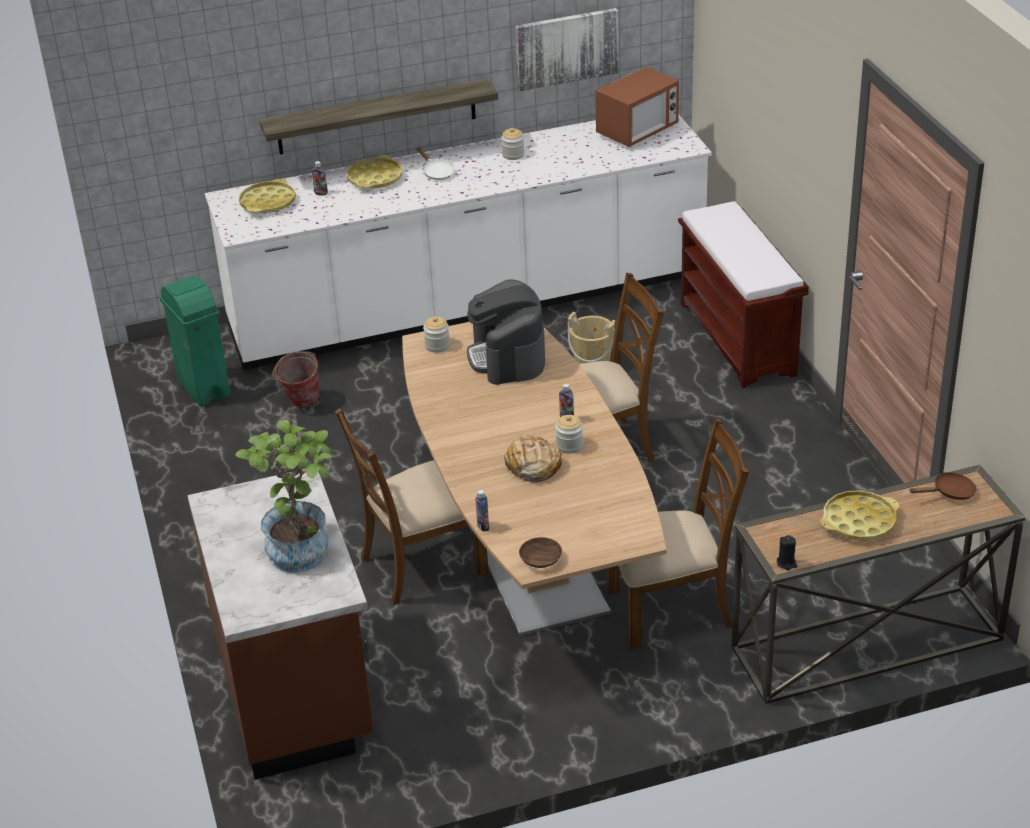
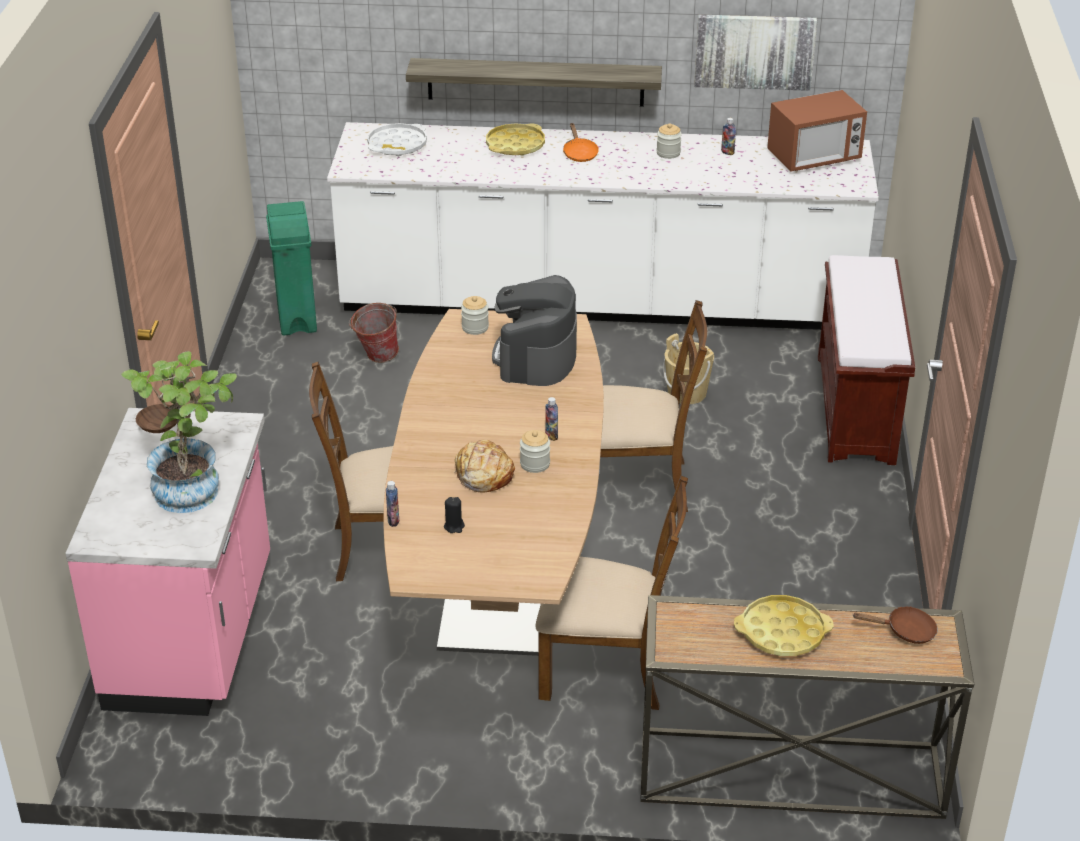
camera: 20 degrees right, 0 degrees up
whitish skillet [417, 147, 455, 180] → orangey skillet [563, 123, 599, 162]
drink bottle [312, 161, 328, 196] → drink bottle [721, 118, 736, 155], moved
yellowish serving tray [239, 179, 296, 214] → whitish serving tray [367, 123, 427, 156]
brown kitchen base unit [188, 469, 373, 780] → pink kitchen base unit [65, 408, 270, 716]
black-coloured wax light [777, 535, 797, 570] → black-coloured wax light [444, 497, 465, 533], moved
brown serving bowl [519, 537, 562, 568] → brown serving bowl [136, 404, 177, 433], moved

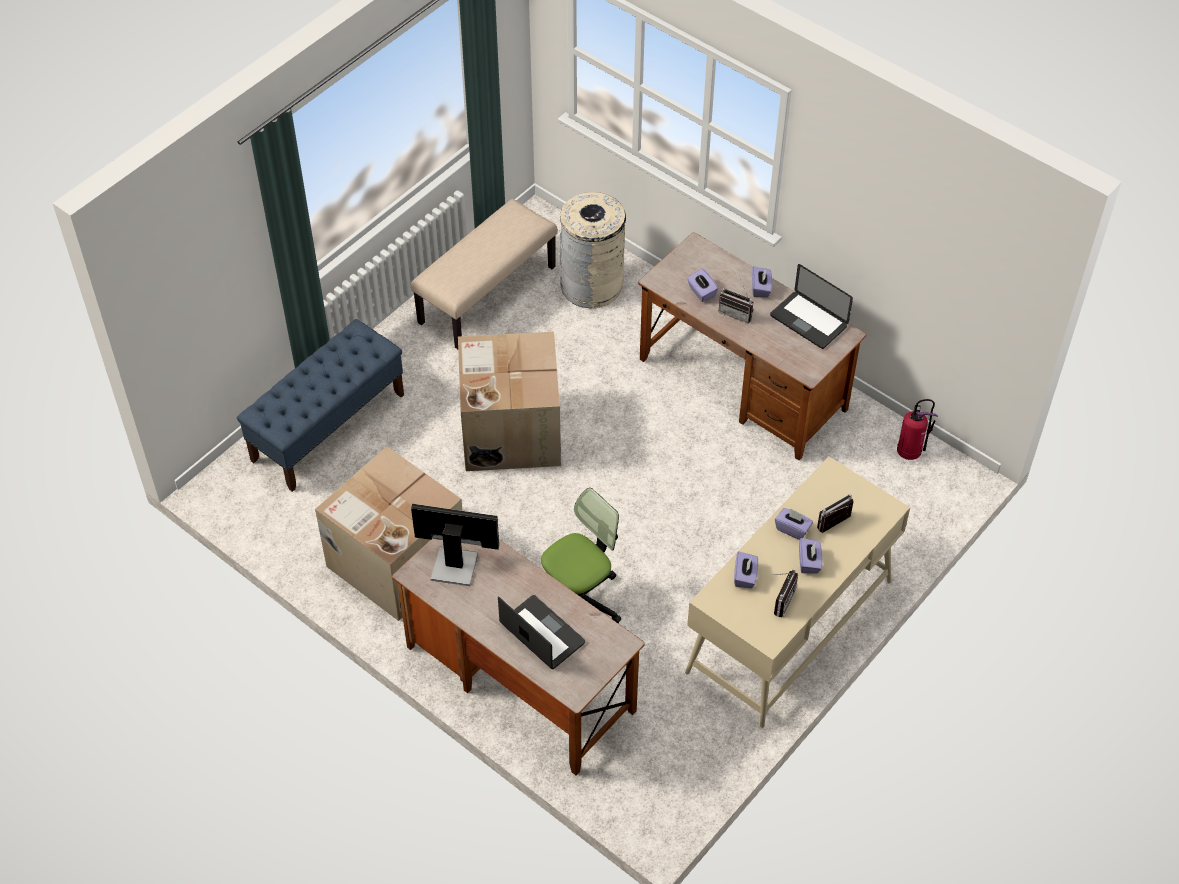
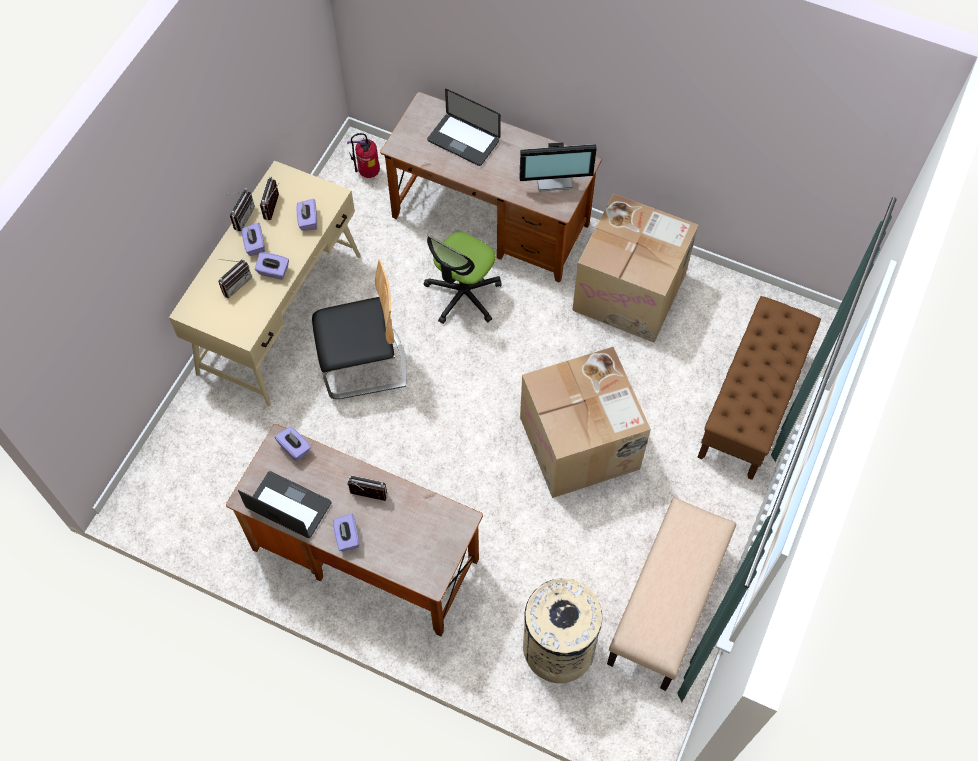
camera: 165 degrees right, 10 degrees up
purple box of tissues [687, 269, 718, 302] → purple box of tissues [275, 427, 311, 462], moved
bluish long seat [237, 319, 404, 492] → brown long seat [697, 296, 821, 480]
extinguisher [897, 399, 938, 460] → extinguisher [347, 133, 380, 178], moved
- → radio receiver [229, 188, 255, 231]
- → plain chair [312, 259, 407, 399]

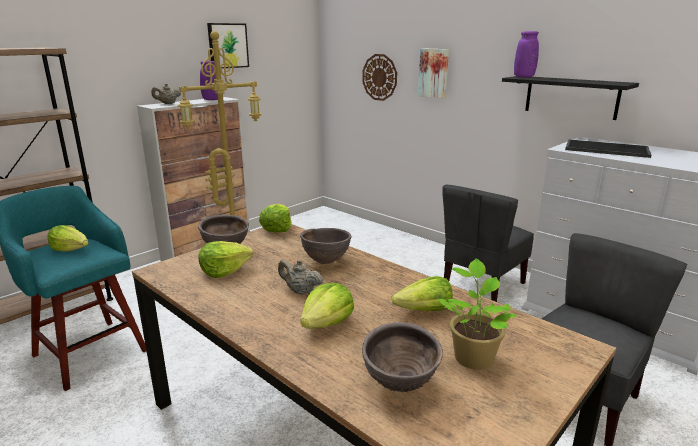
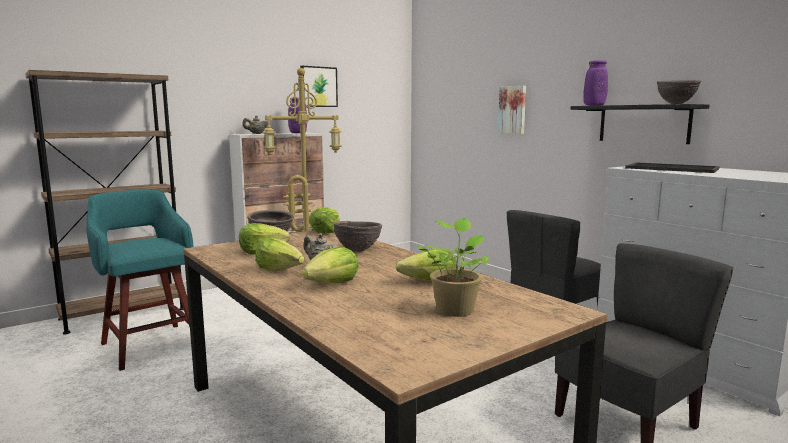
camera: 10 degrees right, 10 degrees down
clock on the wall [362, 54, 397, 101] → -
lettuce [47, 225, 88, 252] → lettuce [255, 238, 304, 271], moved
brown serving bowl [362, 322, 443, 392] → brown serving bowl [657, 80, 702, 104], moved

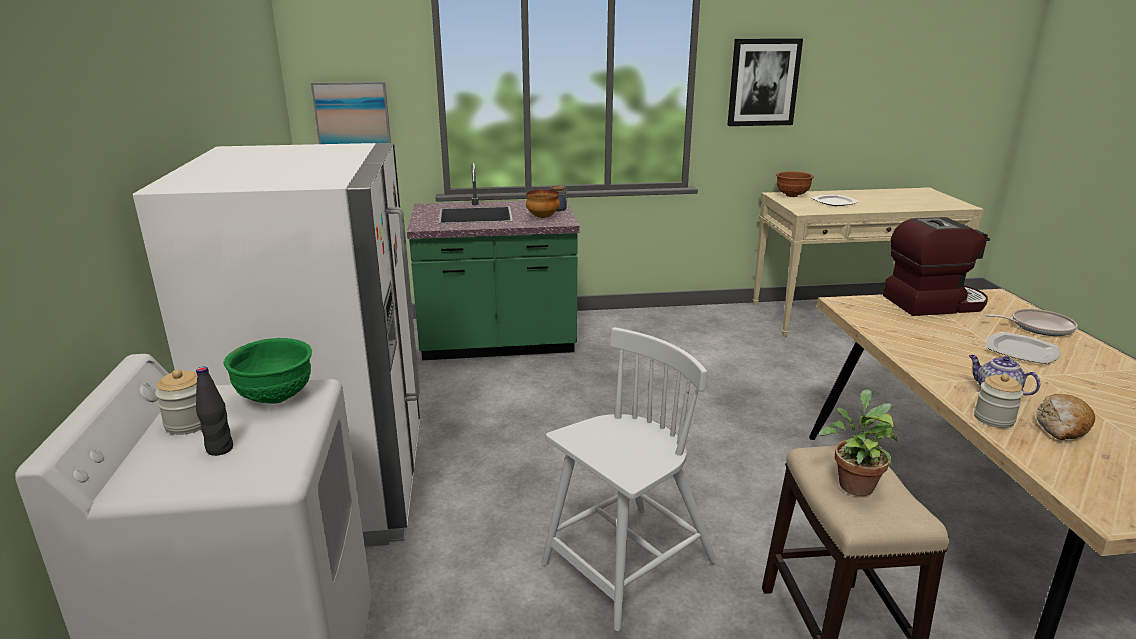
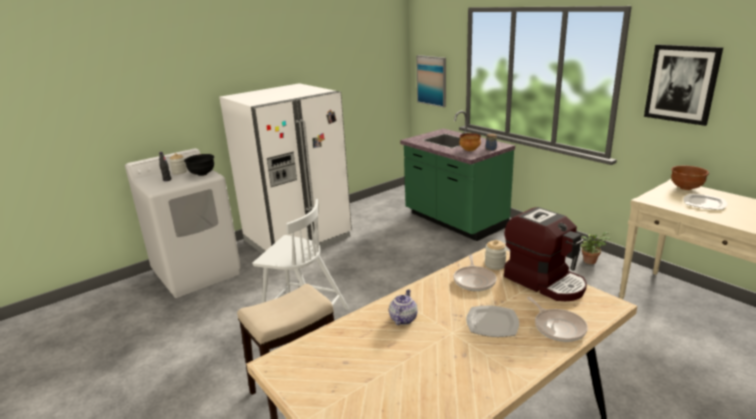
camera: 60 degrees right, 0 degrees up
green serving bowl [223, 338, 312, 404] → black-coloured serving bowl [184, 154, 214, 176]
storage jar [974, 374, 1024, 428] → storage jar [485, 240, 507, 270], moved
potted plant [819, 389, 897, 496] → potted plant [580, 232, 610, 264], moved
bakery bread [1036, 394, 1095, 440] → -
- → skillet [453, 255, 497, 291]

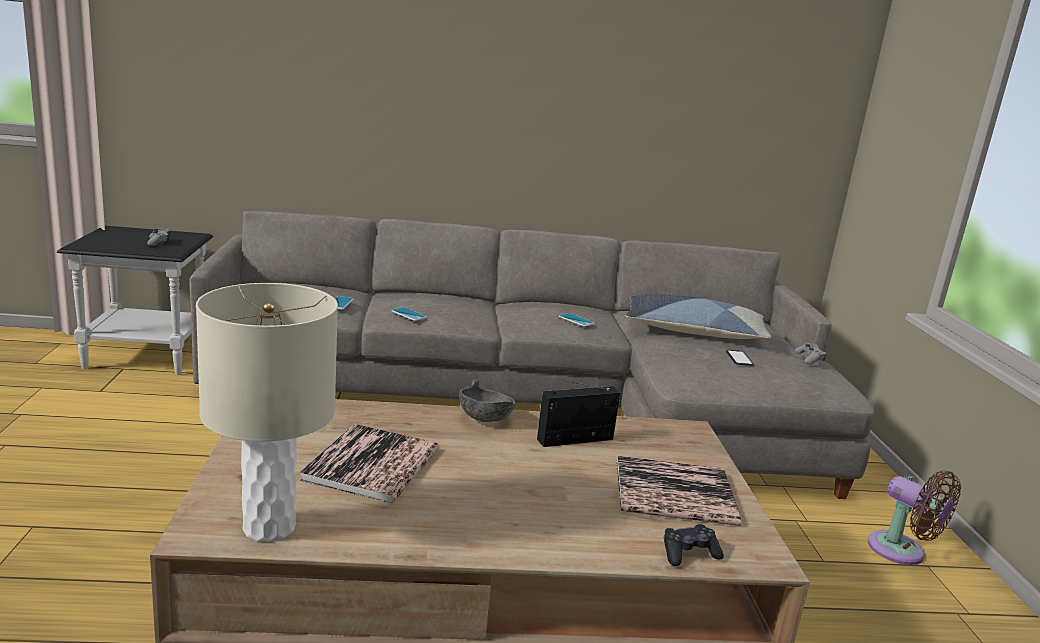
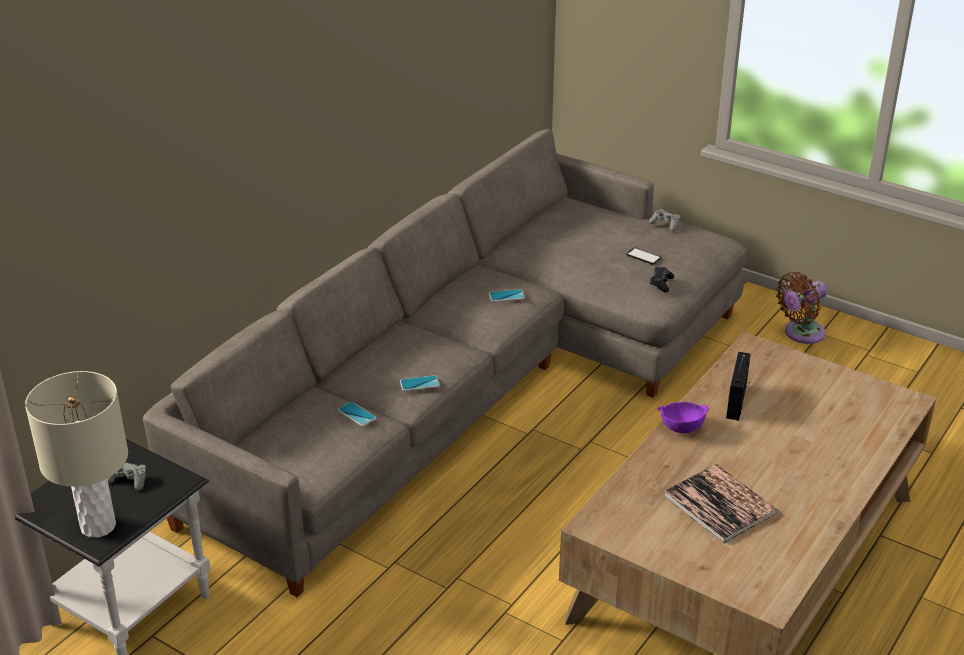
camera: 50 degrees left, 15 degrees up
sand-coloured lamp for a table [196, 283, 338, 542] → sand-coloured lamp for a table [25, 371, 128, 538], moved
throw pillow [626, 294, 772, 339] → -
gray serving bowl [459, 380, 515, 422] → purple serving bowl [657, 402, 708, 433]
bound book [616, 456, 741, 526] → -
brown electric fan [867, 470, 961, 565] → brown electric fan [776, 272, 827, 344], 150 degrees clockwise
black-coloured gamepad [664, 524, 724, 566] → black-coloured gamepad [650, 267, 675, 292], moved

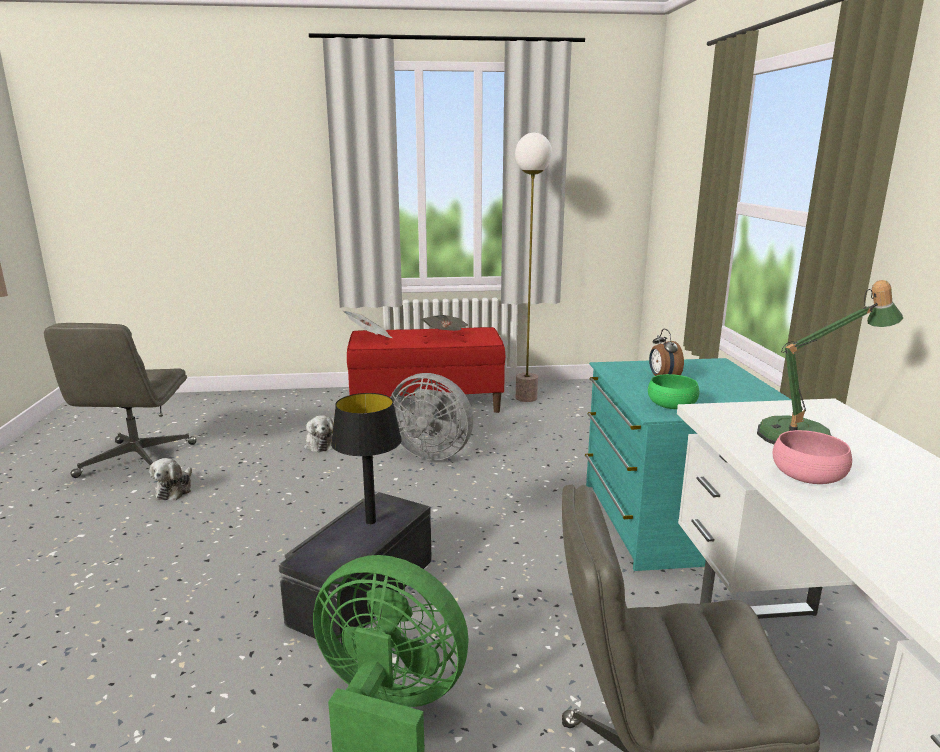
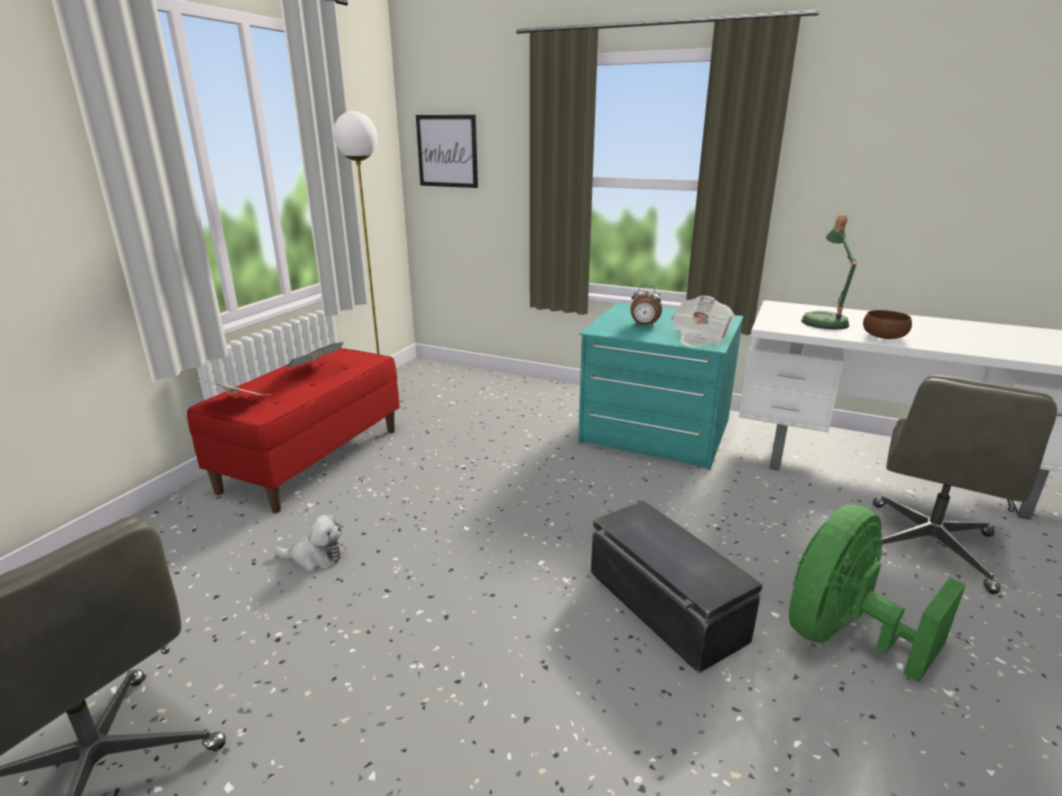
camera: 60 degrees left, 5 degrees up
gray electric fan [390, 373, 473, 460] → -
green serving bowl [648, 374, 699, 409] → daily paper [672, 296, 734, 346]
black-coloured lamp for a table [331, 393, 402, 524] → -
pink serving bowl [773, 430, 852, 484] → brown serving bowl [863, 310, 912, 339]
cuddly toy [150, 458, 192, 500] → -
- → wall picture [416, 115, 478, 188]

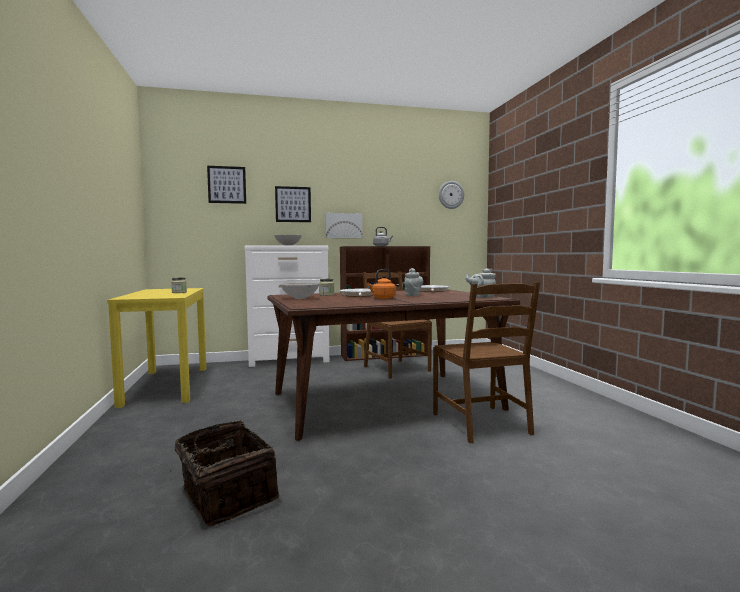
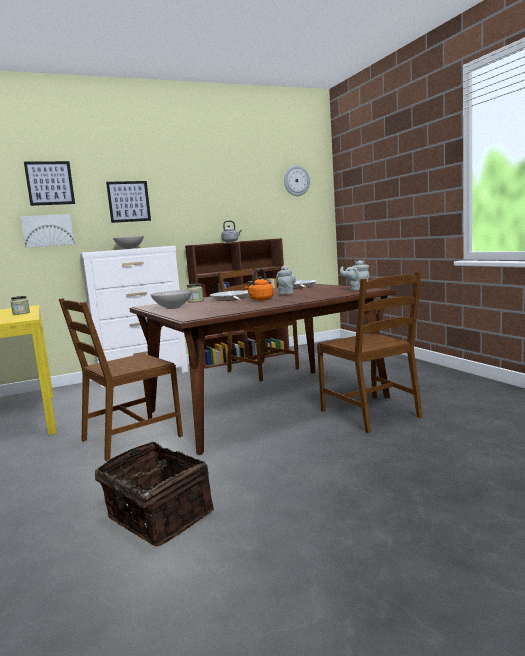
camera: 10 degrees left, 5 degrees up
wall picture [325, 213, 363, 238] → wall picture [21, 214, 74, 248], moved
- → brown plain chair [59, 298, 183, 461]

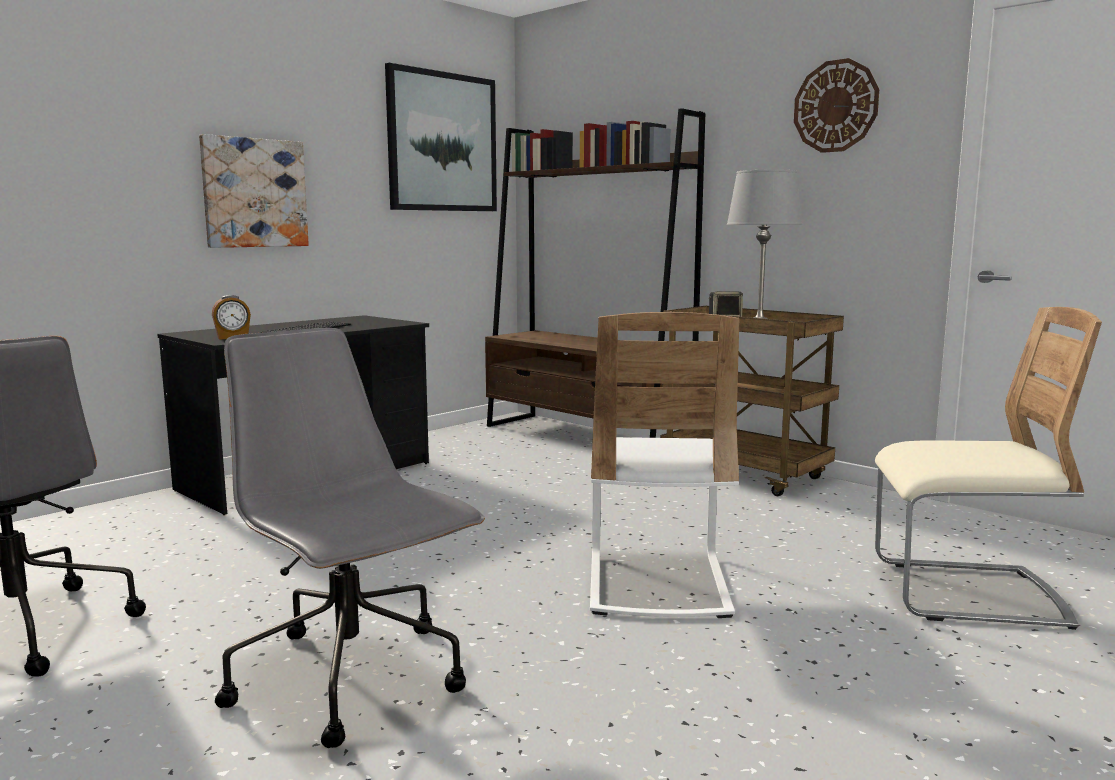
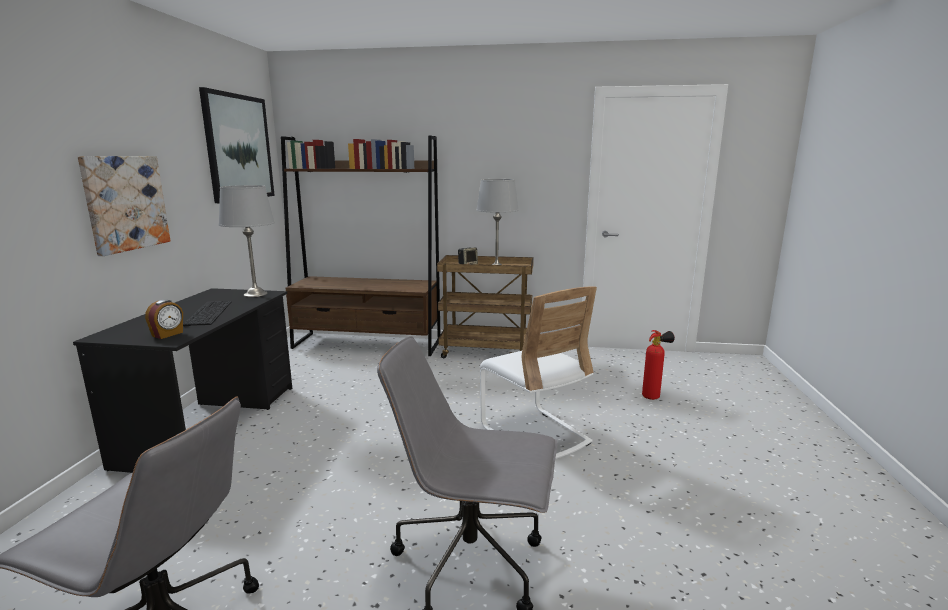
camera: 35 degrees left, 5 degrees up
clock on the wall [794, 58, 879, 153] → -
sand-coloured plain chair [875, 307, 1102, 630] → extinguisher [642, 330, 675, 400]
- → gray lamp for a table [219, 185, 275, 297]

